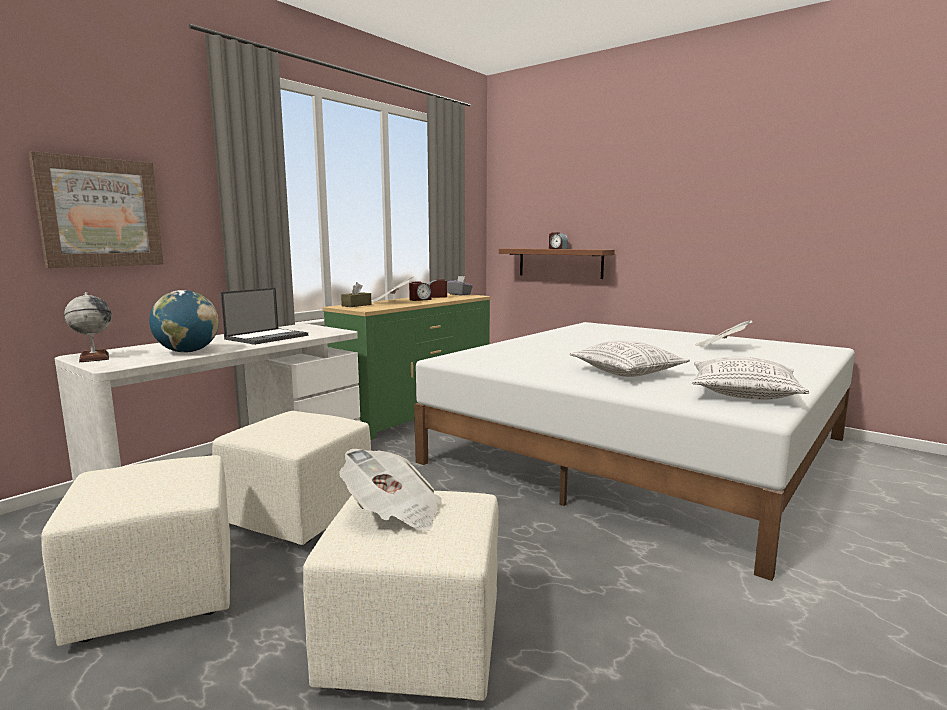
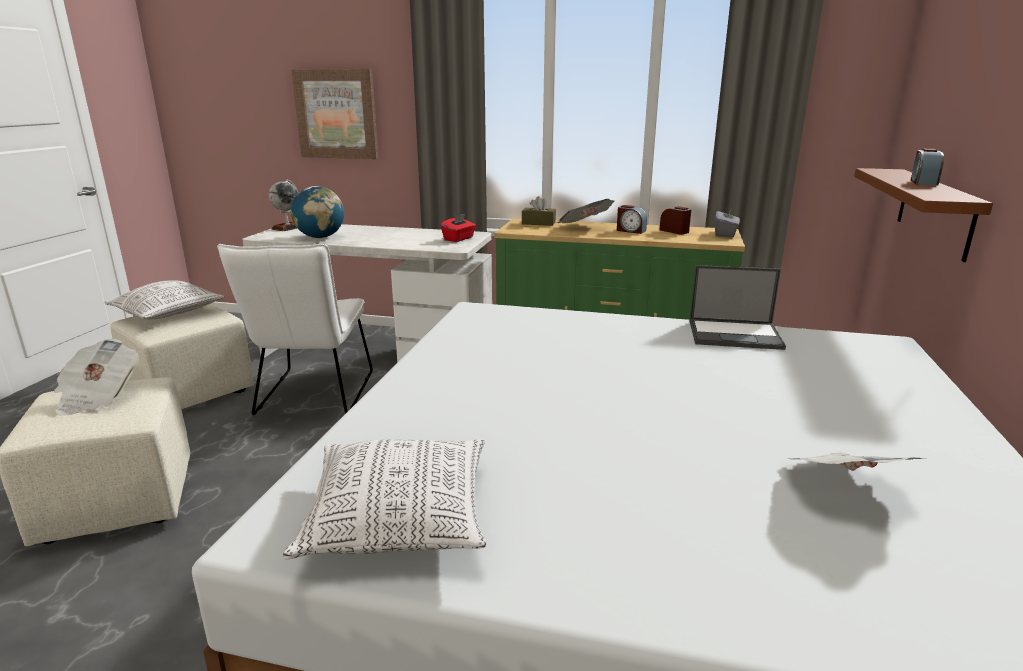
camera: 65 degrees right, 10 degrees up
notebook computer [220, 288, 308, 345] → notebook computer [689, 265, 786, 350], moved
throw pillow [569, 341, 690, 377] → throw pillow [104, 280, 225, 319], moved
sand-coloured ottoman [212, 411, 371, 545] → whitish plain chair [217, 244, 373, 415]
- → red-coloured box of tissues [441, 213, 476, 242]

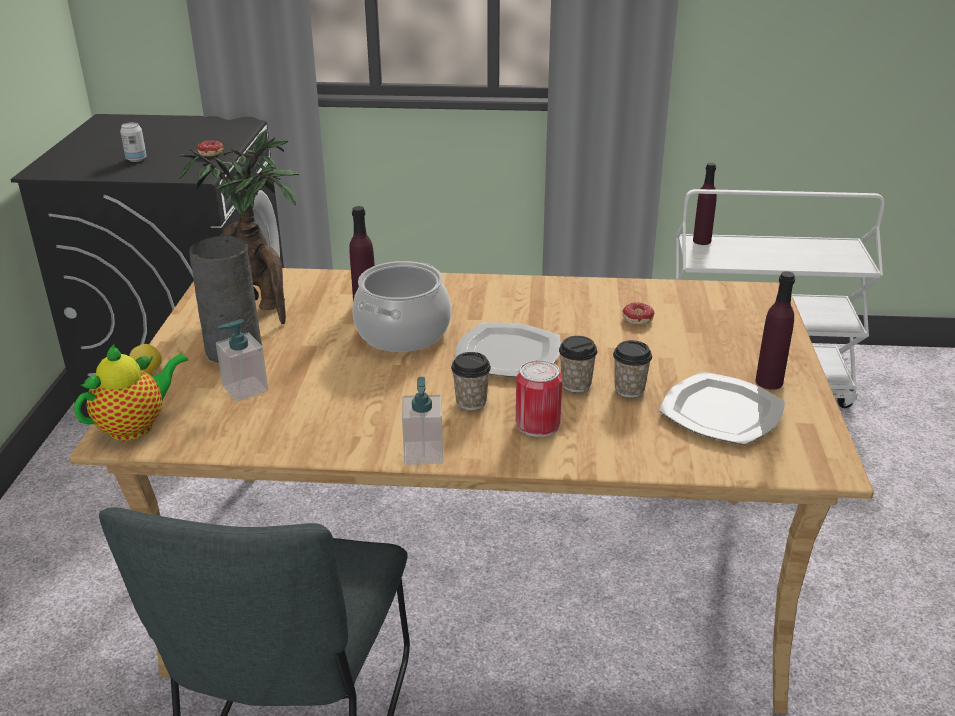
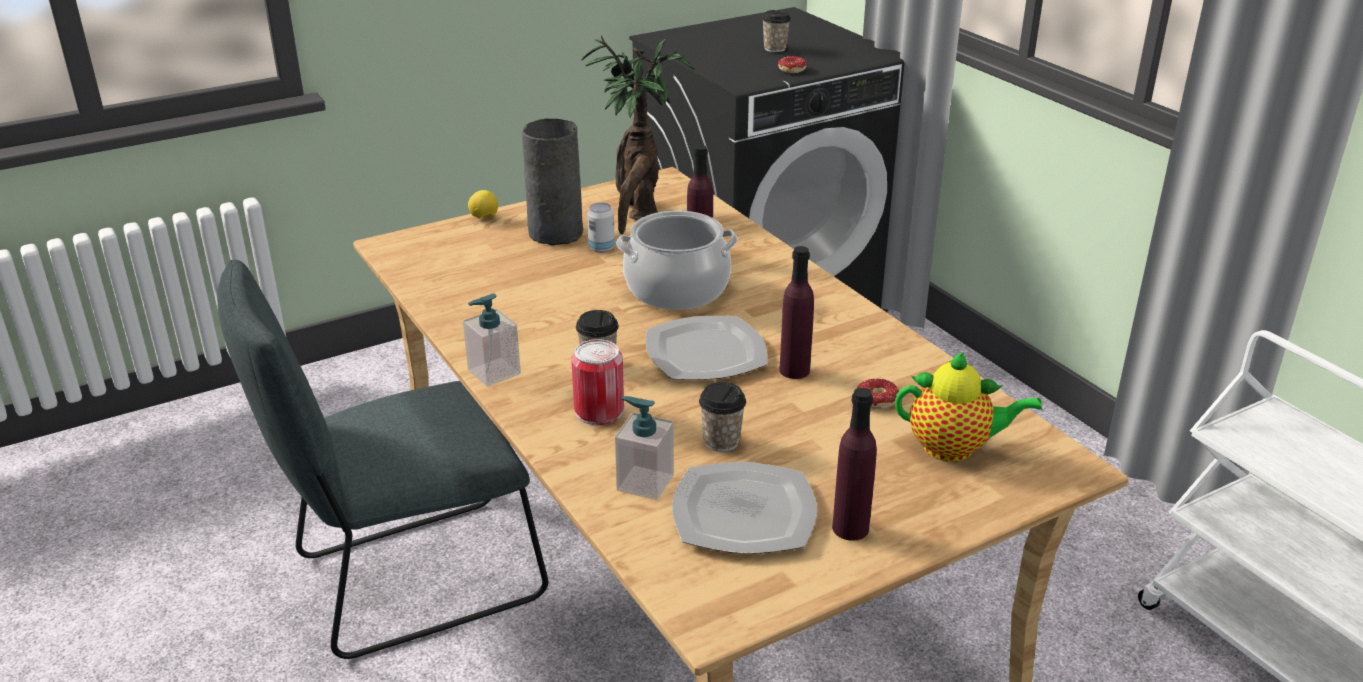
camera: 55 degrees right, 0 degrees up
sealed can [120, 122, 147, 162] → sealed can [587, 203, 615, 253], moved
purple drink bottle [693, 163, 717, 245] → purple drink bottle [779, 246, 814, 379], moved
soap dispenser [216, 319, 268, 402] → soap dispenser [615, 396, 674, 500], moved
small cup [559, 336, 598, 392] → small cup [762, 10, 791, 52], moved
tea pot [74, 344, 188, 441] → tea pot [895, 352, 1042, 462], moved

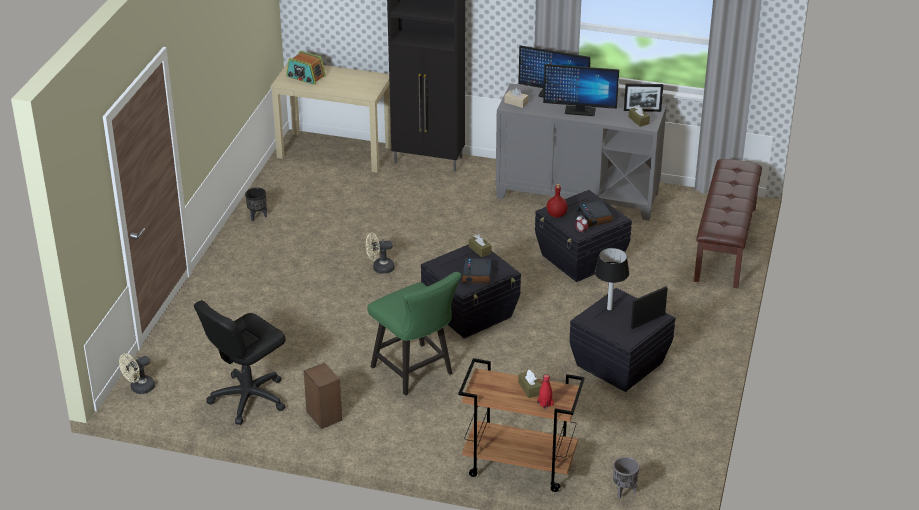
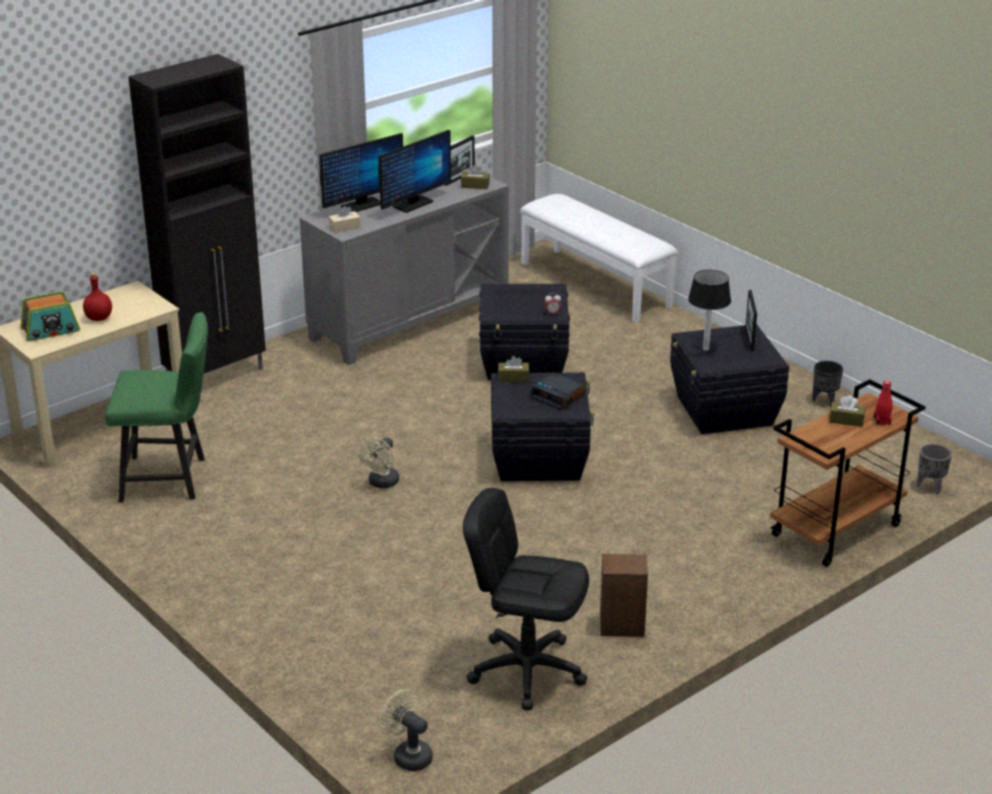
camera: 55 degrees left, 5 degrees down
brown long seat [694, 159, 762, 288] → whitish long seat [520, 194, 678, 323]
red-coloured drink bottle [547, 184, 568, 218] → red-coloured drink bottle [83, 273, 112, 321], moved
black-coloured flower pot [245, 188, 267, 221] → black-coloured flower pot [812, 361, 843, 407], moved
alarm clock [576, 200, 613, 227] → -
green plain chair [367, 272, 461, 396] → green plain chair [105, 312, 208, 503], moved
black-coloured computer chair [194, 300, 286, 425] → black-coloured computer chair [463, 488, 589, 710], 120 degrees clockwise
sand-coloured electric fan [119, 353, 155, 394] → sand-coloured electric fan [379, 690, 433, 771], 135 degrees clockwise

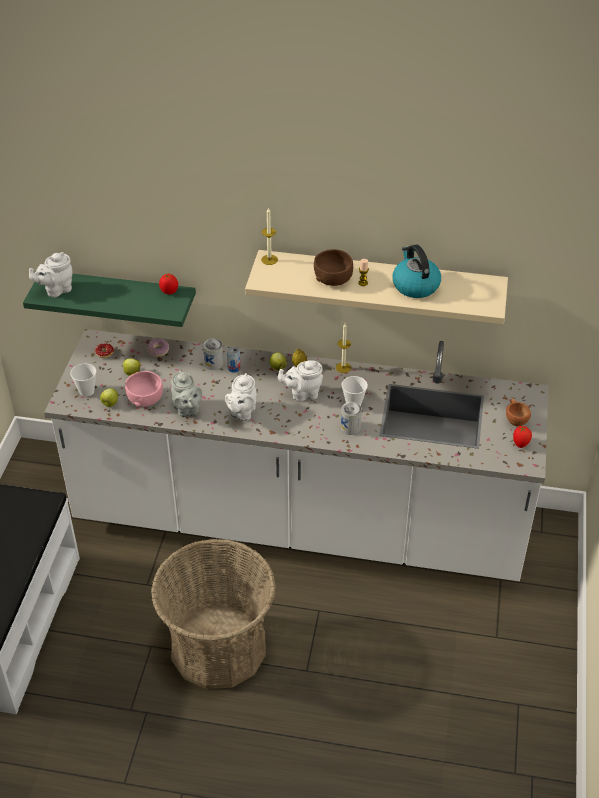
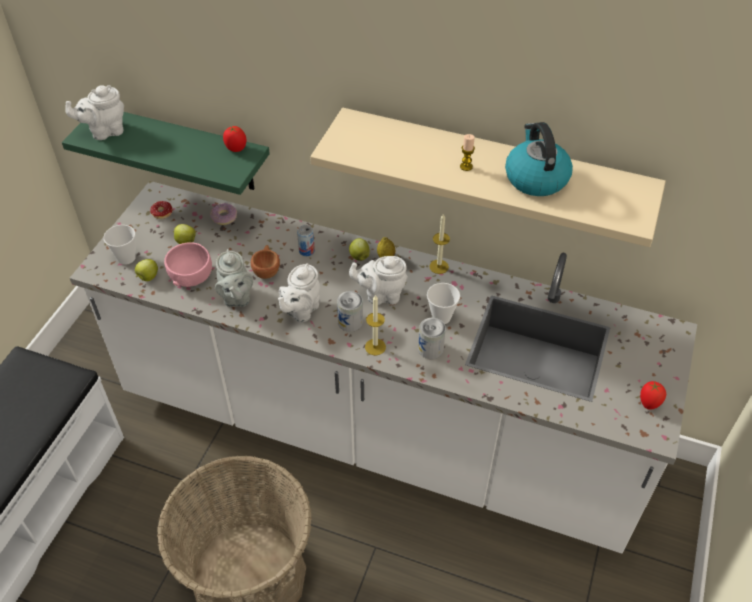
camera: 10 degrees right, 5 degrees up
wax light [261, 208, 278, 265] → wax light [365, 295, 386, 355], moved
brown serving bowl [314, 249, 353, 286] → -
sealed can [203, 339, 224, 370] → sealed can [337, 291, 363, 332], moved
brown small cup [506, 398, 531, 426] → brown small cup [251, 245, 280, 279], moved

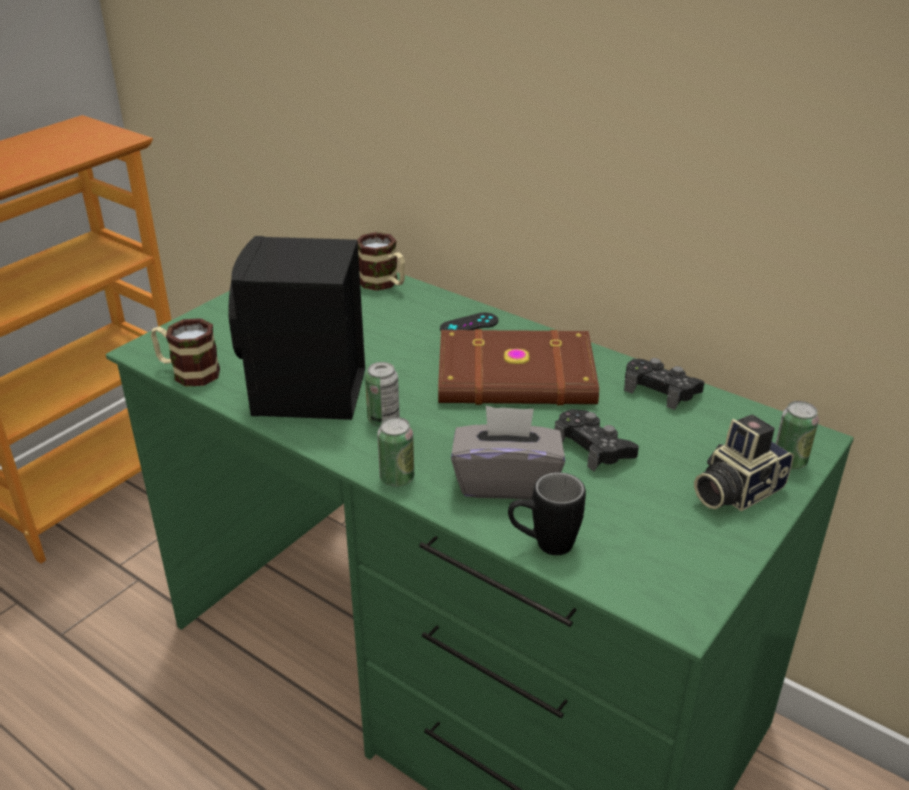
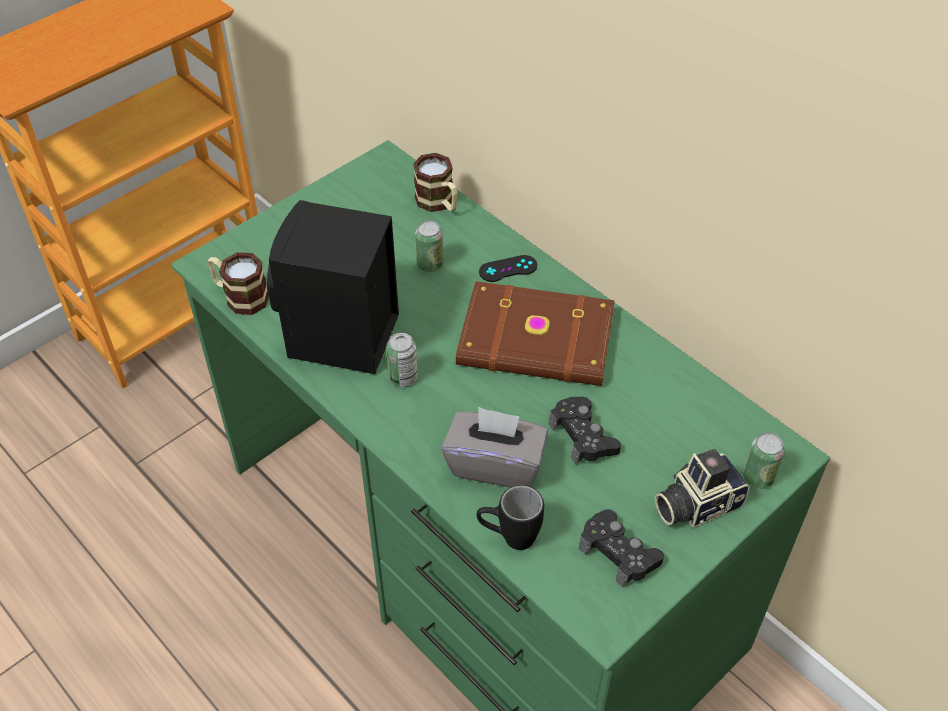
camera: 10 degrees right, 15 degrees up
black-coloured gamepad [624, 358, 704, 410] → black-coloured gamepad [579, 509, 664, 587], moved
sealed can [377, 417, 414, 487] → sealed can [415, 220, 444, 272], moved

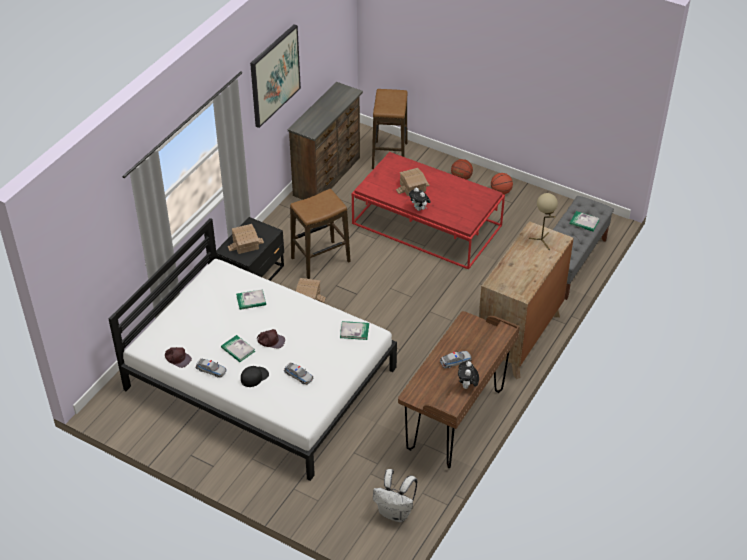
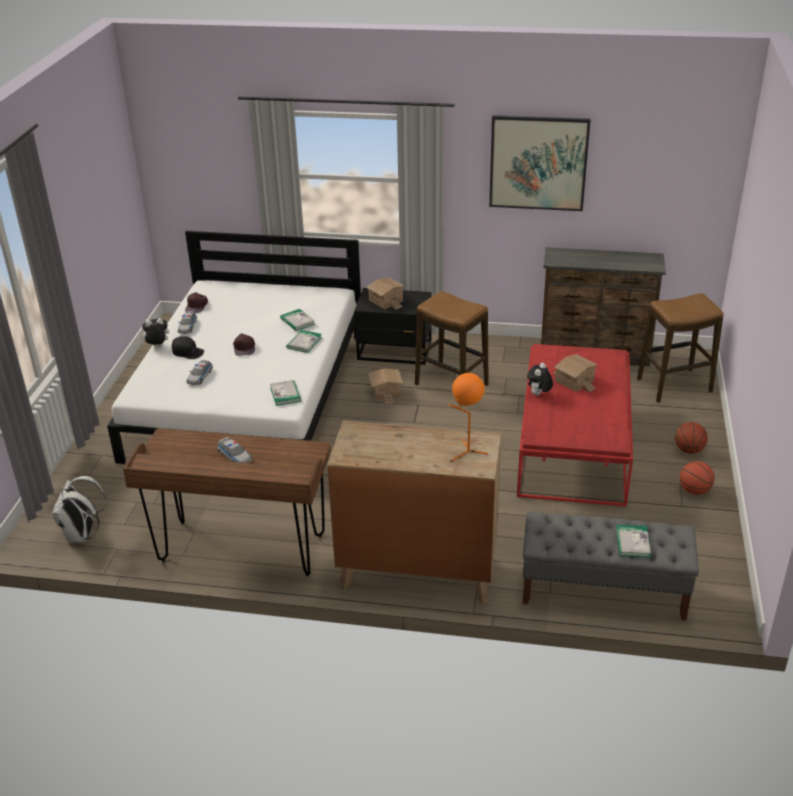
camera: 70 degrees right, 10 degrees down
sand-coloured lamp for a table [529, 193, 558, 250] → orangey lamp for a table [449, 373, 488, 462]
bound book [221, 335, 255, 362] → bound book [287, 330, 322, 353], moved
cuddly toy [458, 361, 479, 389] → cuddly toy [140, 318, 169, 347], moved

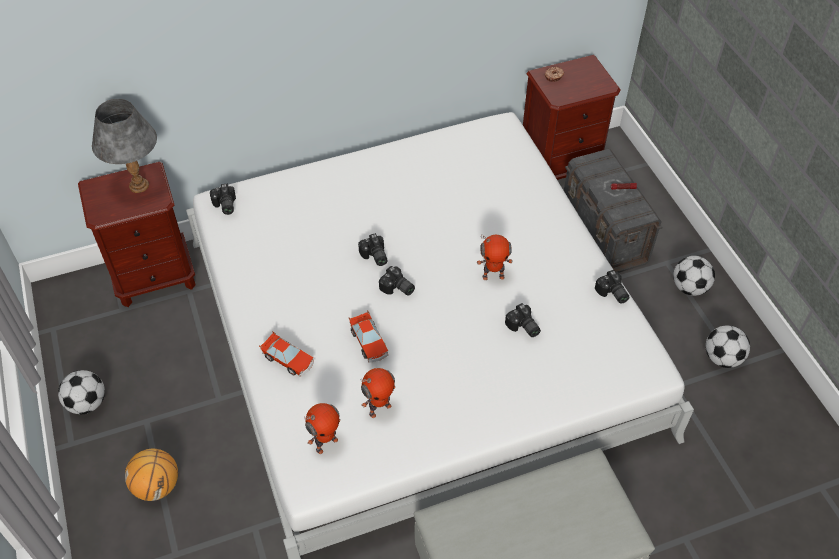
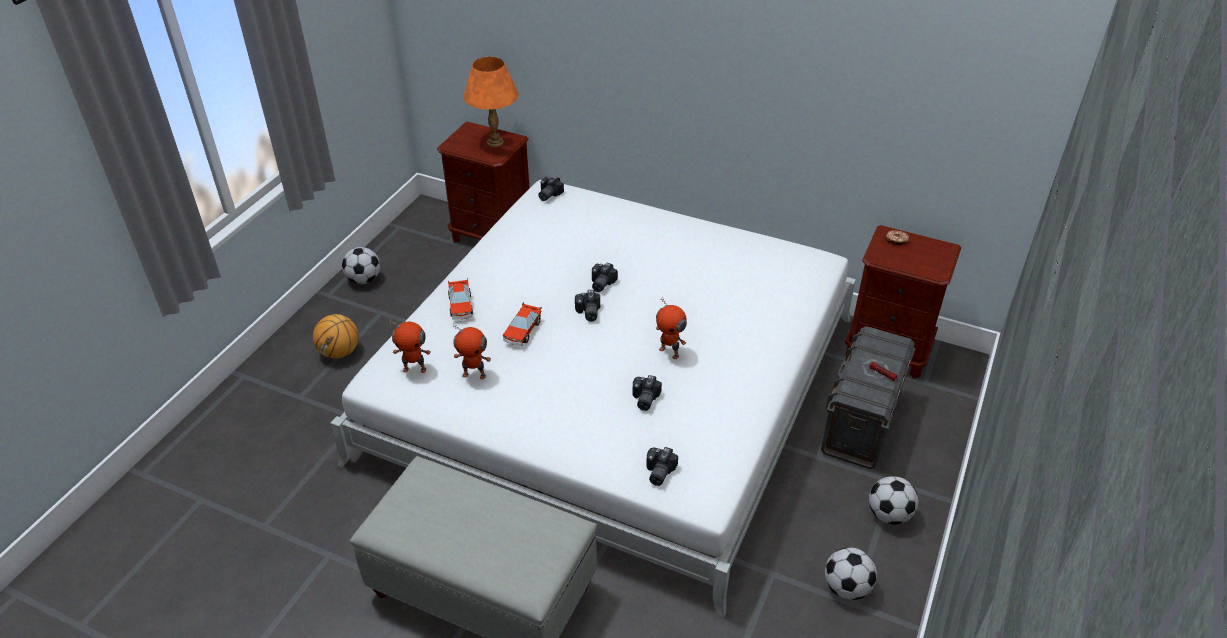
camera: 45 degrees right, 10 degrees down
gray lamp for a table [92, 99, 157, 193] → orangey lamp for a table [464, 57, 519, 147]
still camera [595, 270, 630, 304] → still camera [646, 447, 678, 486], moved

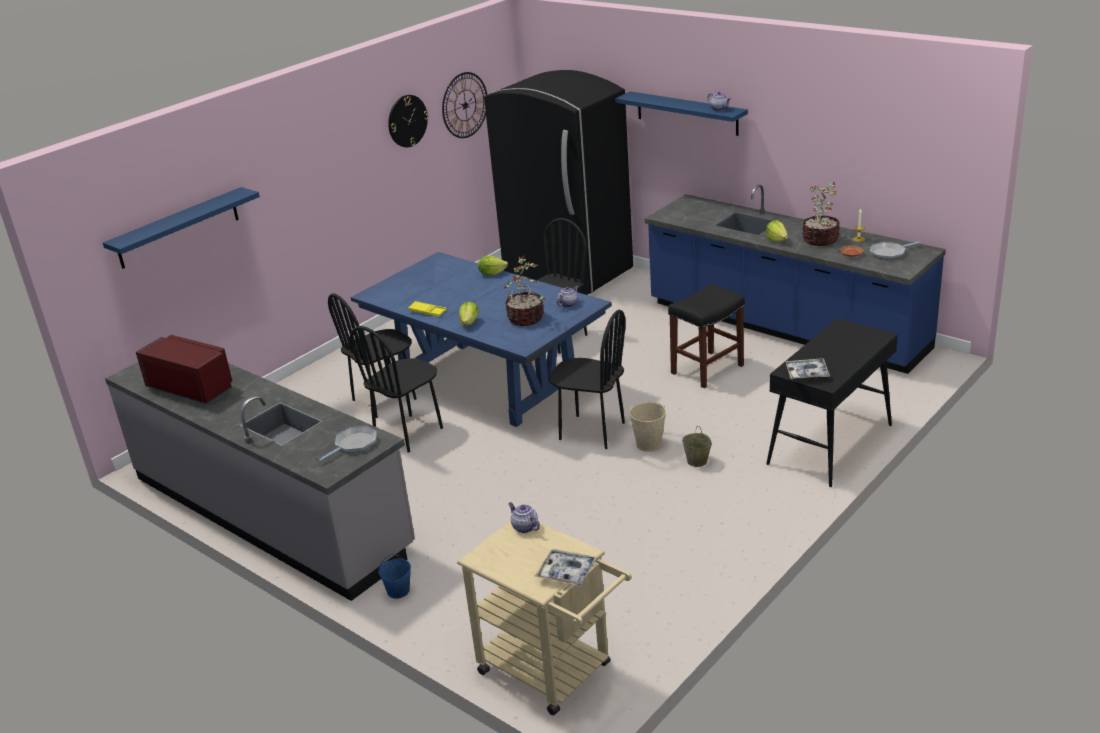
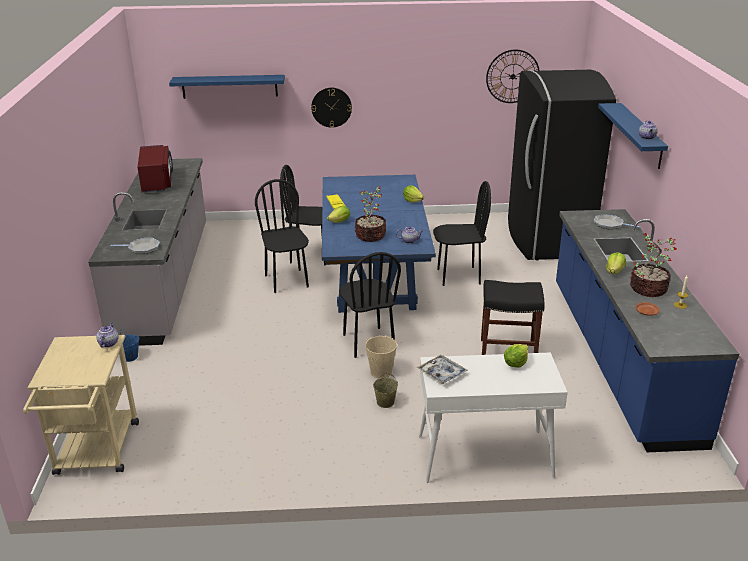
camera: 45 degrees right, 0 degrees up
clock on the wall [388, 95, 429, 147] → clock on the wall [311, 88, 352, 128], moved
skillet [870, 242, 920, 260] → skillet [594, 214, 641, 230], moved
black-coloured console table [766, 318, 898, 487] → whitish console table [419, 352, 568, 483]
black-coloured plain chair [350, 326, 443, 453] → black-coloured plain chair [255, 179, 309, 293], 75 degrees clockwise
serving tray [535, 549, 597, 587] → -
- → lettuce [504, 344, 528, 368]

